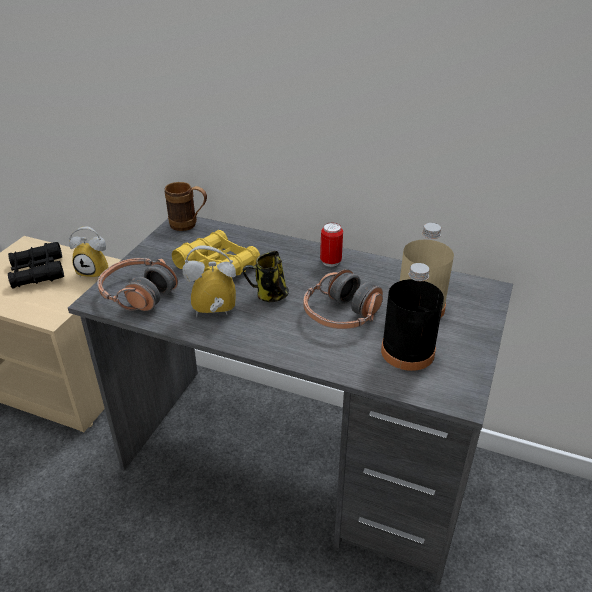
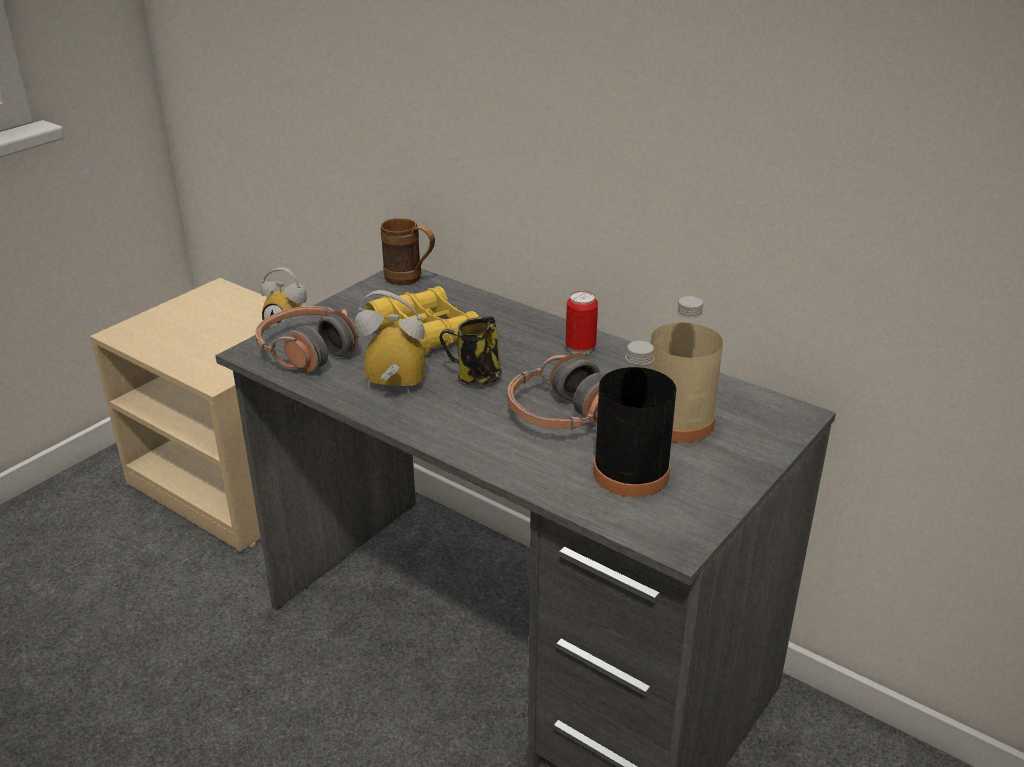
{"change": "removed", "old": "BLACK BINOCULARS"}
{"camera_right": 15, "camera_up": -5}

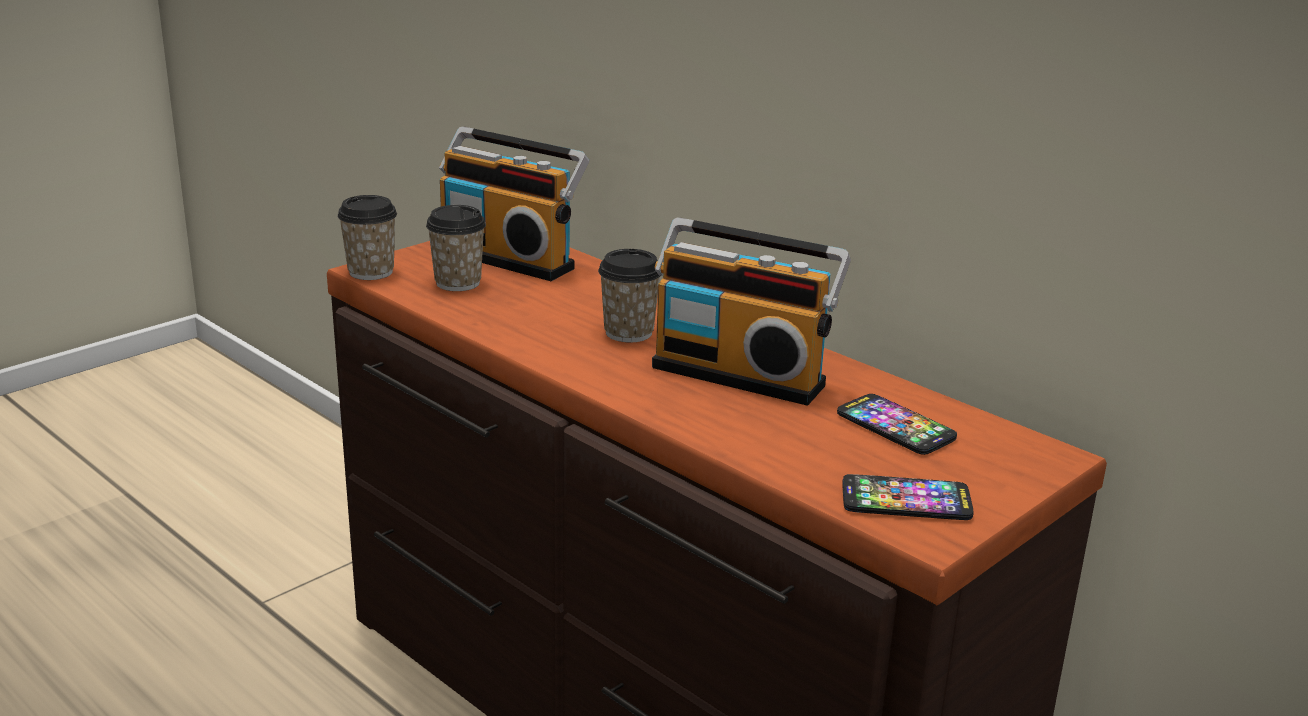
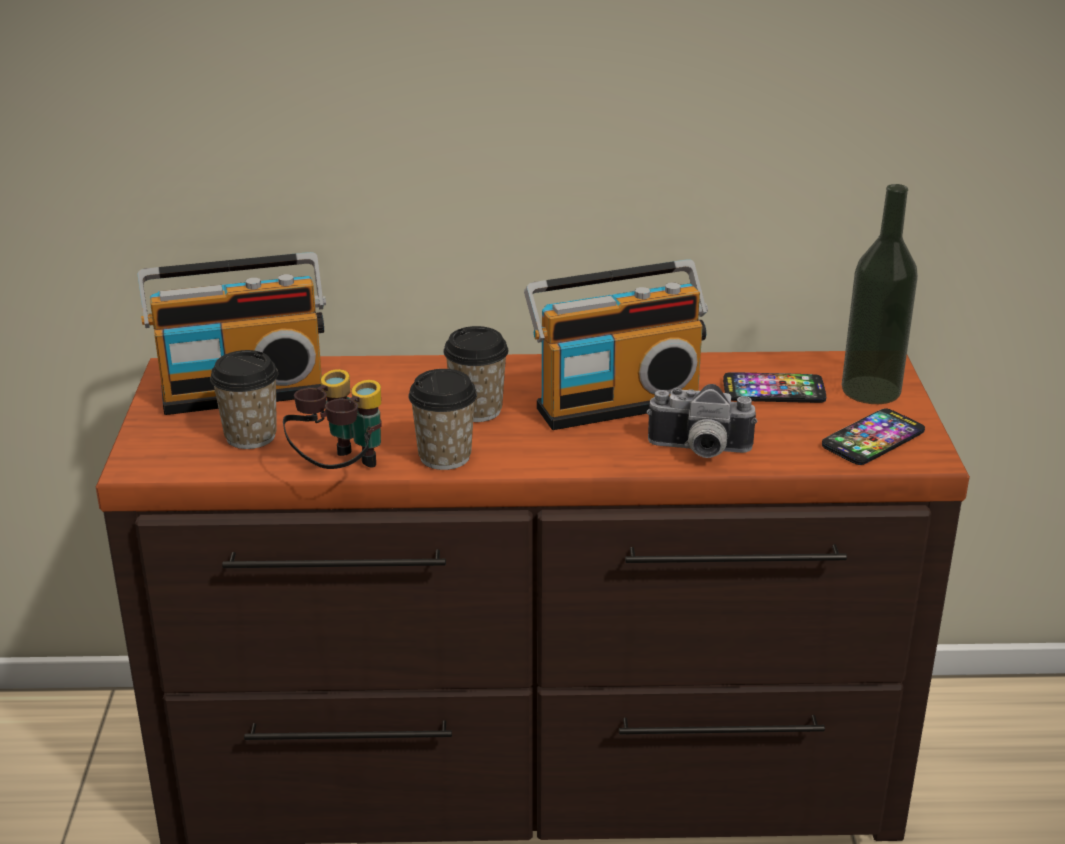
{"change": "moved", "old": "CUP (1st from left in the first image)", "new": "CUP (2nd from left)"}
{"change": "added", "new": "BOTTLE"}
{"change": "added", "new": "BINOCULARS"}
{"change": "added", "new": "PHOTO CAMERA"}
{"camera_right": -45, "camera_up": 5}

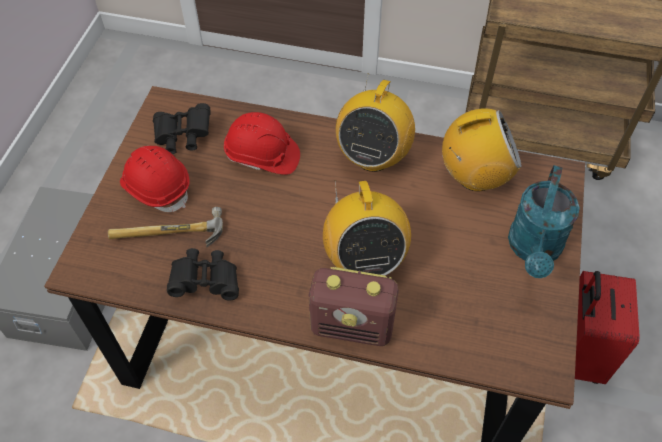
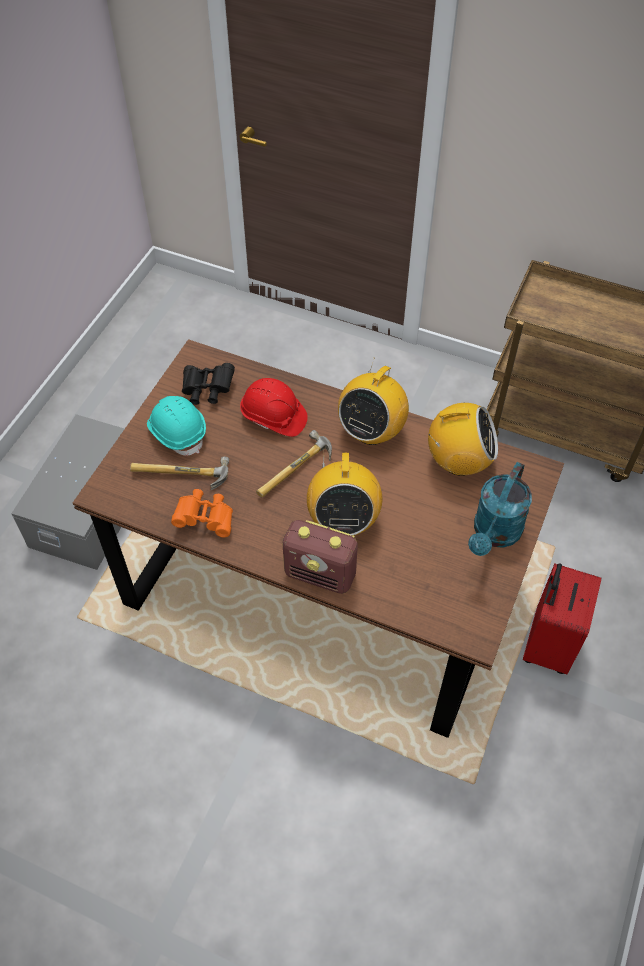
{"change": "recoloured", "old": "RED HARD HAT (1st from left)", "new": "TURQUOISE HARD HAT"}
{"change": "recoloured", "old": "BLACK BINOCULARS (2nd from left)", "new": "ORANGE BINOCULARS"}
{"change": "added", "new": "HAMMER (2nd from left)"}
{"camera_right": 10, "camera_up": 0}

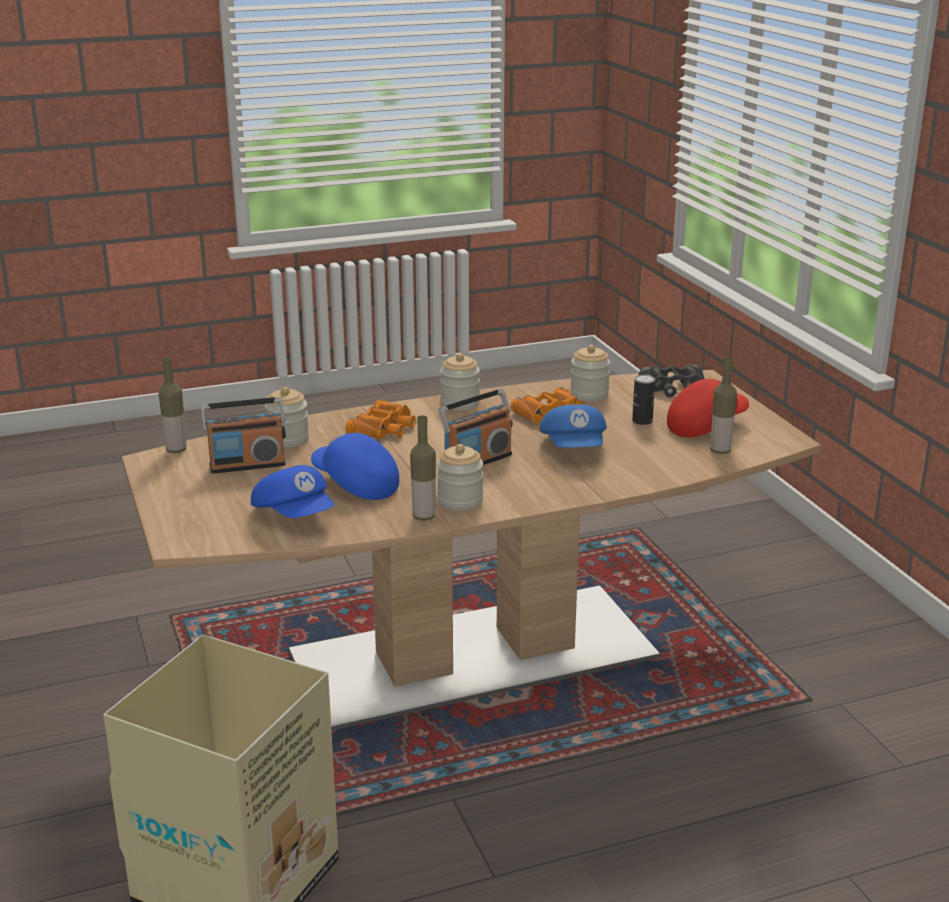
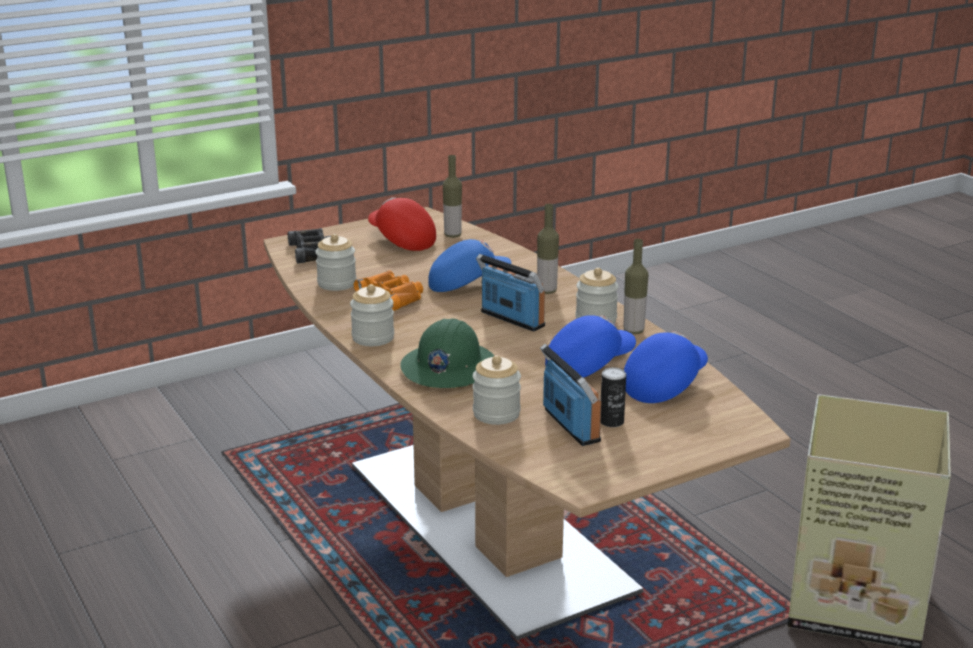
{"change": "moved", "old": "BOTTLE (1st from left in the first image)", "new": "BOTTLE (2nd from left)"}
{"change": "moved", "old": "CAN"}
{"change": "replaced", "old": "ORANGE BINOCULARS (1st from left)", "new": "GREEN HARD HAT"}
{"change": "turned", "old": "BLUE CAP (2nd from left)", "degrees": -150}
{"camera_right": -100, "camera_up": 0}

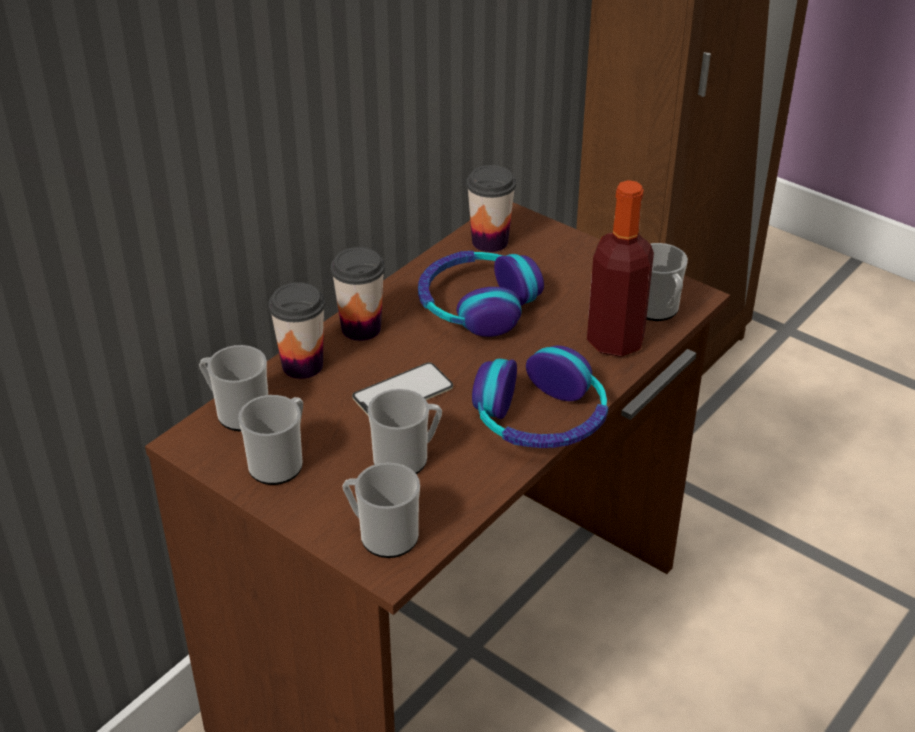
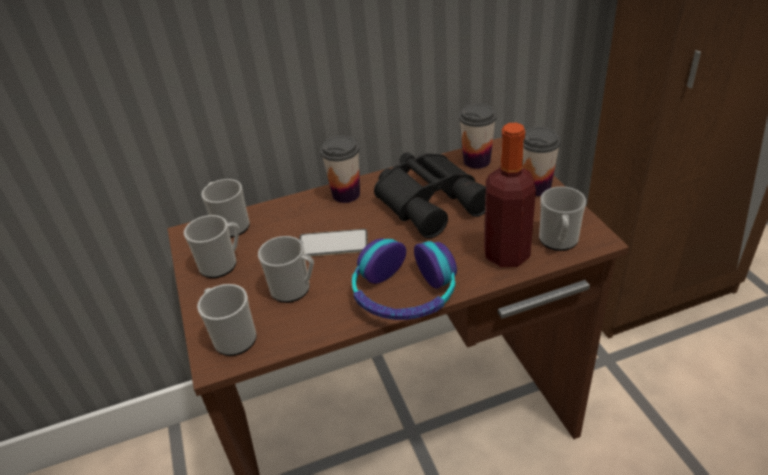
{"change": "replaced", "old": "HEADPHONES (1st from left)", "new": "BLACK BINOCULARS"}
{"change": "moved", "old": "CUP (1st from left in the first image)", "new": "CUP (3rd from left)"}
{"camera_right": 35, "camera_up": 0}

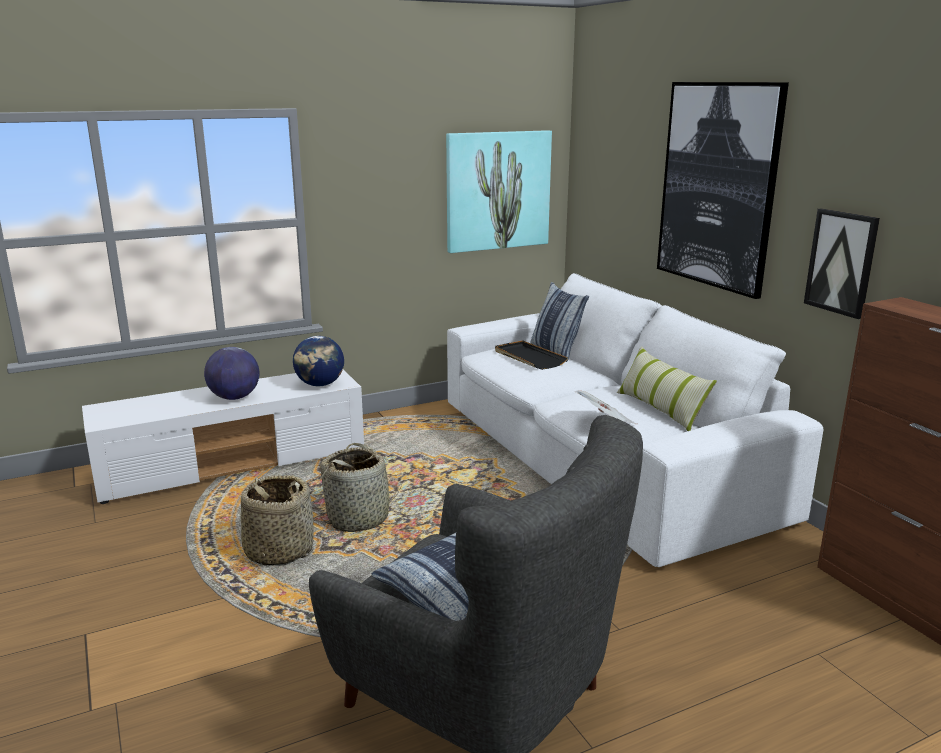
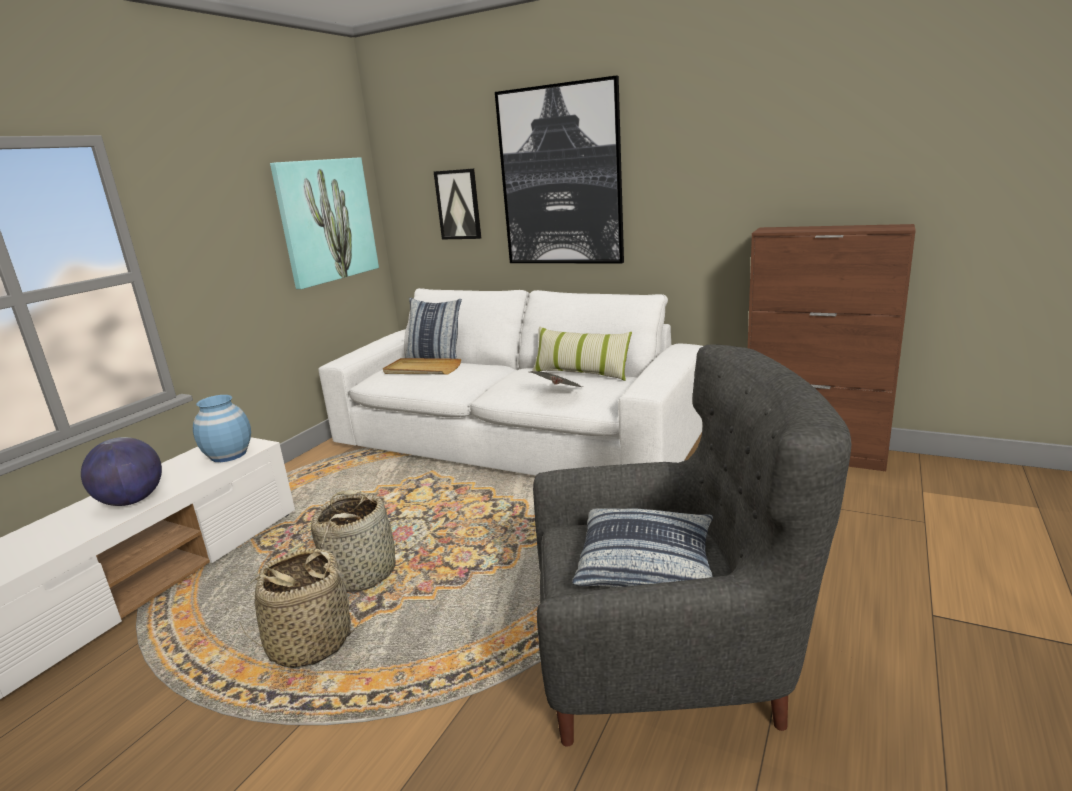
{"change": "moved", "old": "PICTURE (3rd from left in the first image)", "new": "PICTURE (2nd from left)"}
{"change": "replaced", "old": "GLOBE (2nd from left)", "new": "BLUE VASE"}
{"change": "recoloured", "old": "BLACK TRAY", "new": "BEIGE TRAY"}
{"camera_right": -35, "camera_up": 0}

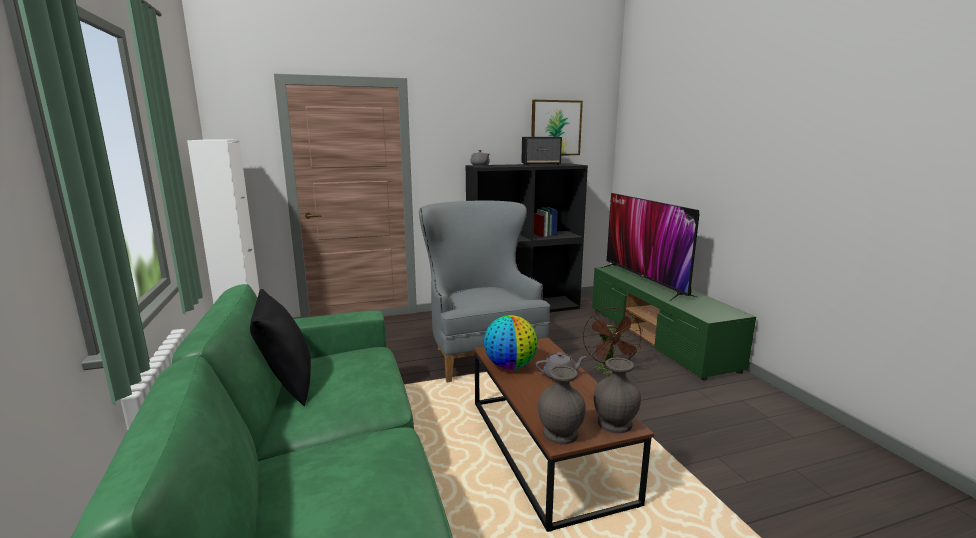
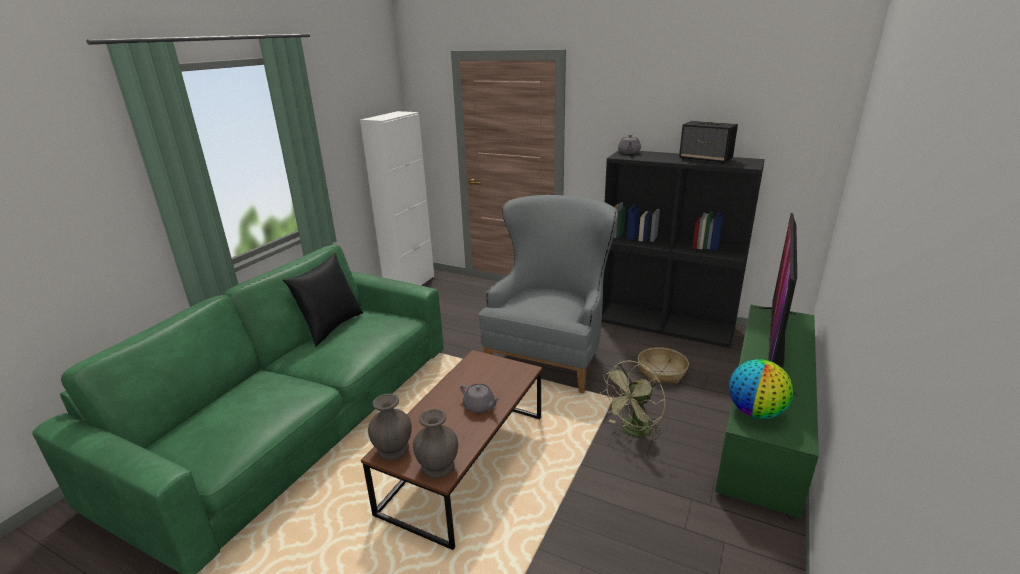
{"change": "removed", "old": "PICTURE"}
{"change": "recoloured", "old": "BROWN FAN", "new": "GREEN FAN"}
{"change": "moved", "old": "GLOBE"}
{"change": "added", "new": "BASKET"}
{"camera_right": 45, "camera_up": 10}

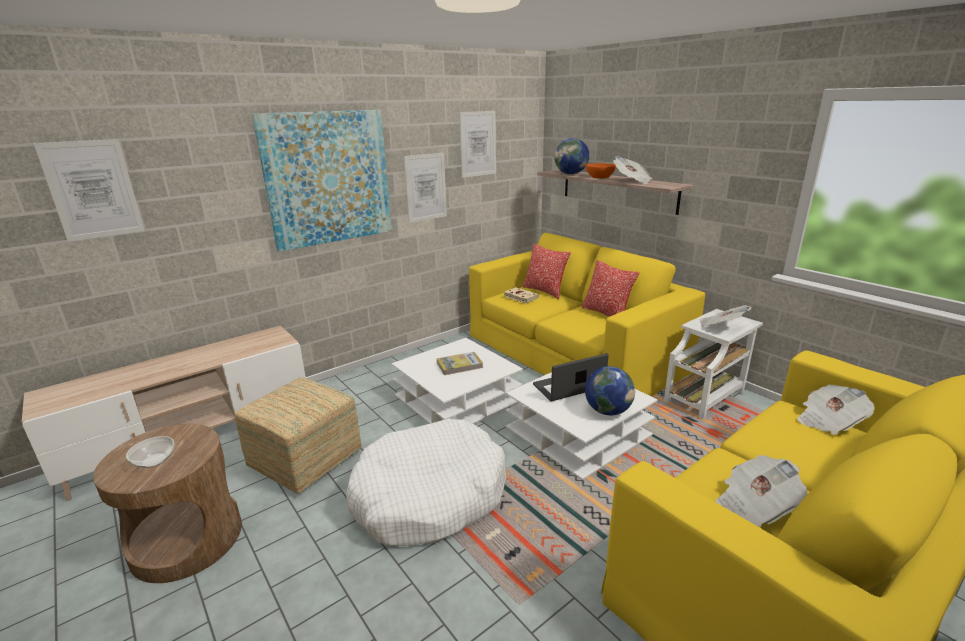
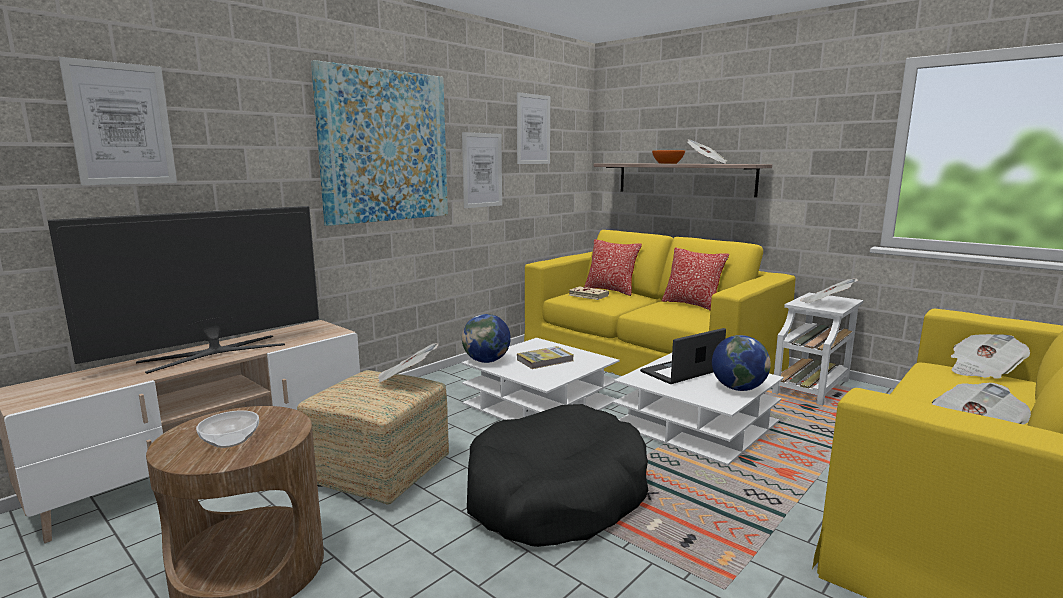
{"change": "moved", "old": "GLOBE (1st from left)"}
{"change": "recoloured", "old": "WHITE DOG BED", "new": "BLACK DOG BED"}
{"change": "added", "new": "TELEVISION"}
{"change": "added", "new": "NEWSPAPER (1st from left)"}
{"camera_right": -10, "camera_up": -10}

